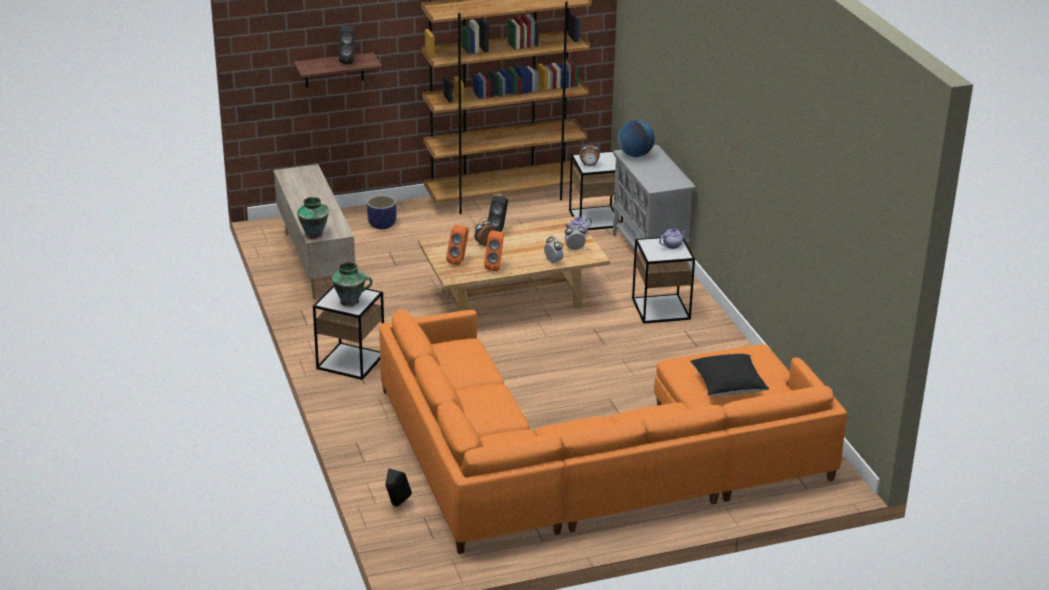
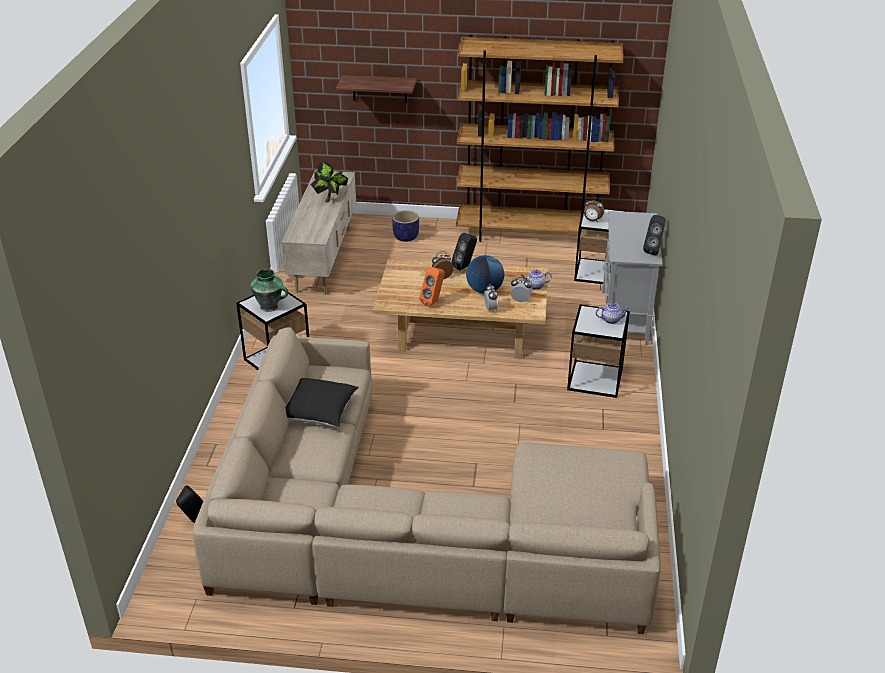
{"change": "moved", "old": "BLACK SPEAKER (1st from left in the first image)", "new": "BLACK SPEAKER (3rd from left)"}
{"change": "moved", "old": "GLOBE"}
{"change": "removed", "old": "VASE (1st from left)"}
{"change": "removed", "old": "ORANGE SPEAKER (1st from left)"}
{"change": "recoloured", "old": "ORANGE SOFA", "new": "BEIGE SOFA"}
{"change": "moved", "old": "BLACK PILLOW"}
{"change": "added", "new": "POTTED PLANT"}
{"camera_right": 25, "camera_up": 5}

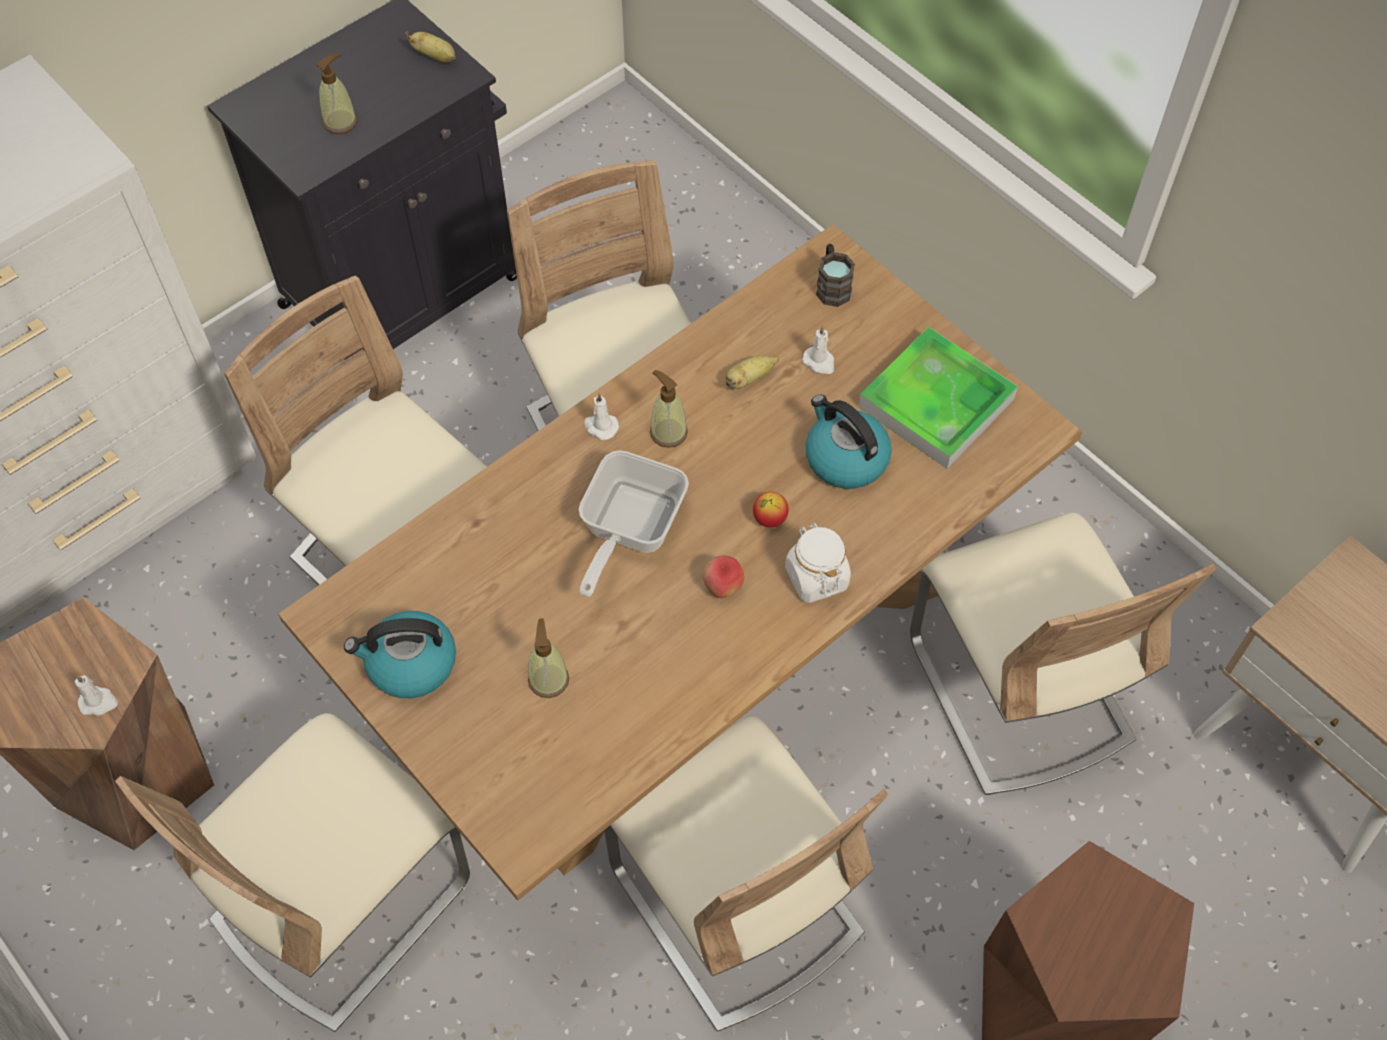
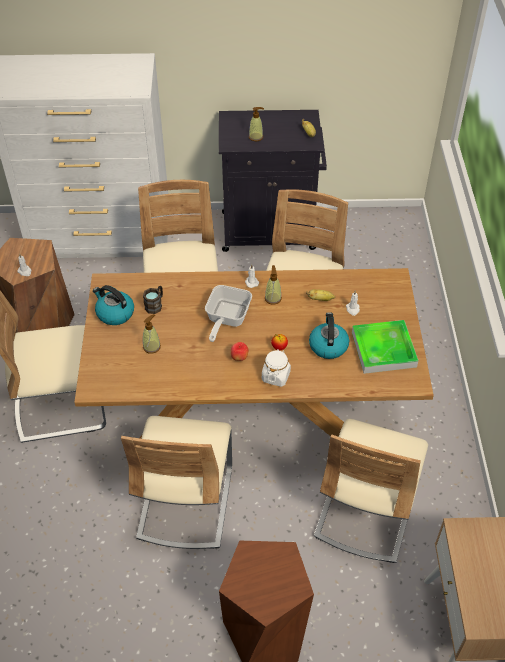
{"change": "moved", "old": "BROWN MUG"}
{"change": "turned", "old": "FRYING PAN", "degrees": -45}
{"camera_right": 40, "camera_up": -10}

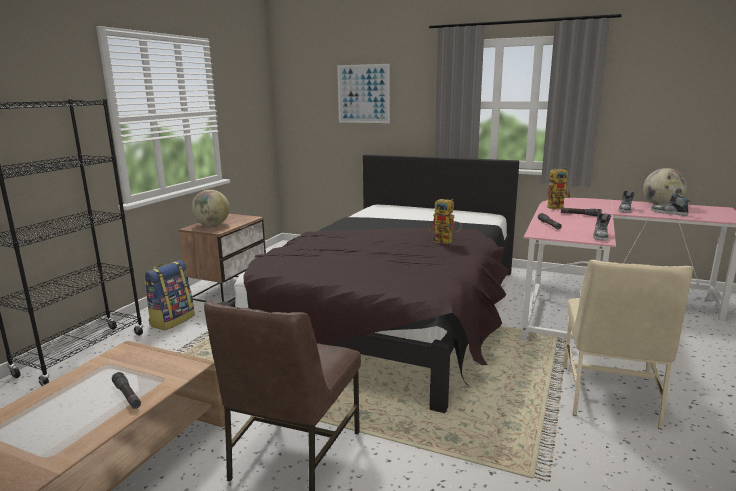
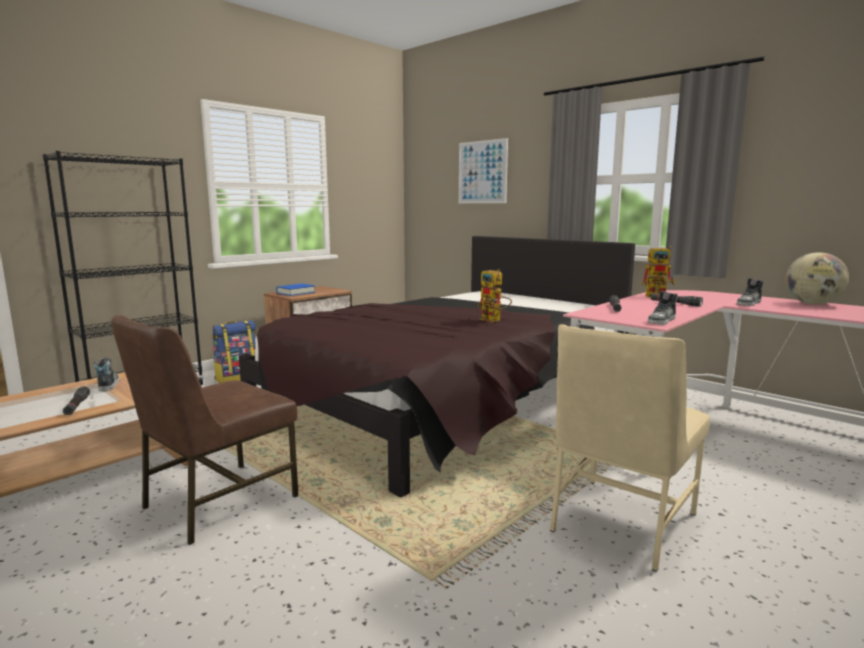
{"change": "replaced", "old": "GLOBE (1st from left)", "new": "BLUE BOOK"}
{"change": "moved", "old": "SHOE (3rd from left in the first image)", "new": "SHOE (1st from left)"}
{"camera_right": 20, "camera_up": -5}

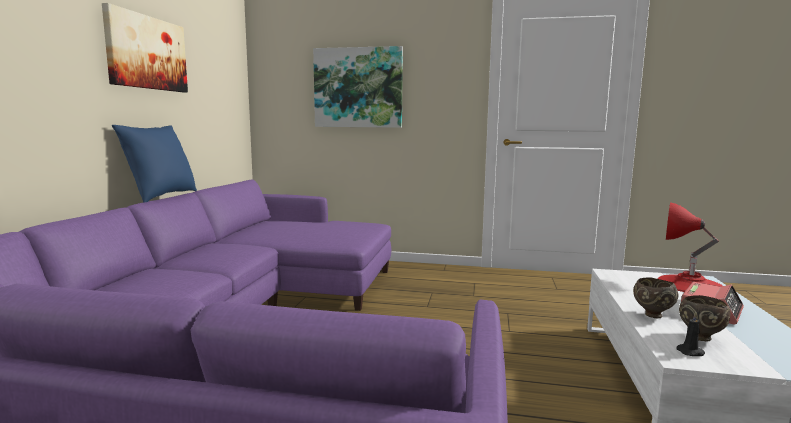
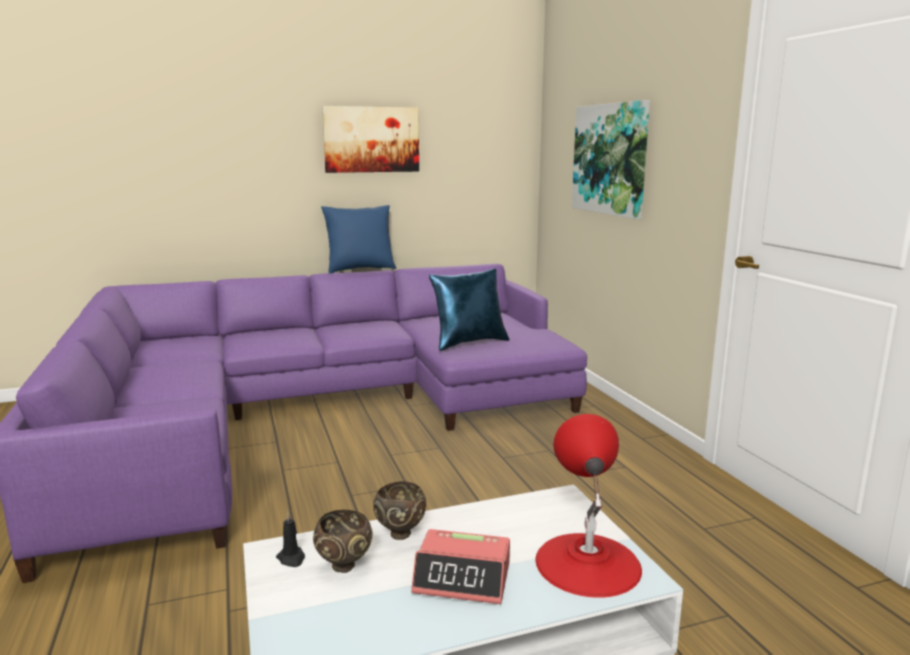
{"change": "added", "new": "BLUE PILLOW (2nd from left)"}
{"camera_right": 60, "camera_up": 5}

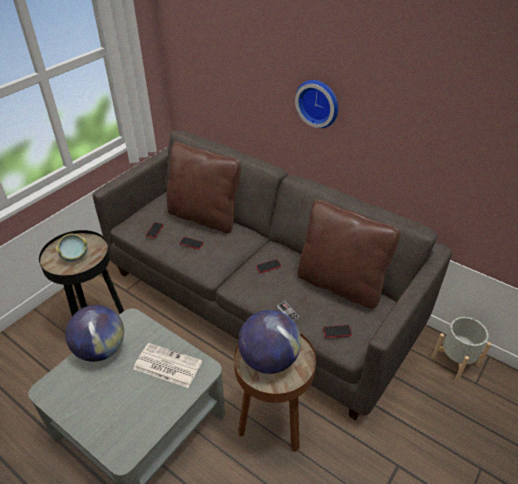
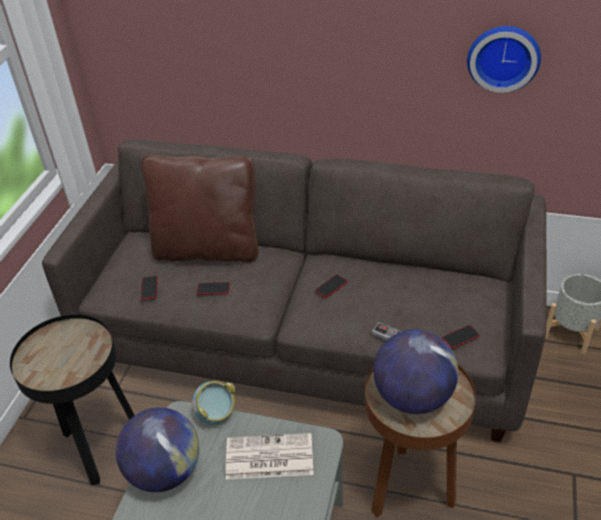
{"change": "moved", "old": "WALL CLOCK"}
{"change": "removed", "old": "BROWN PILLOW (2nd from left)"}
{"change": "moved", "old": "BOWL"}
{"camera_right": -20, "camera_up": 0}

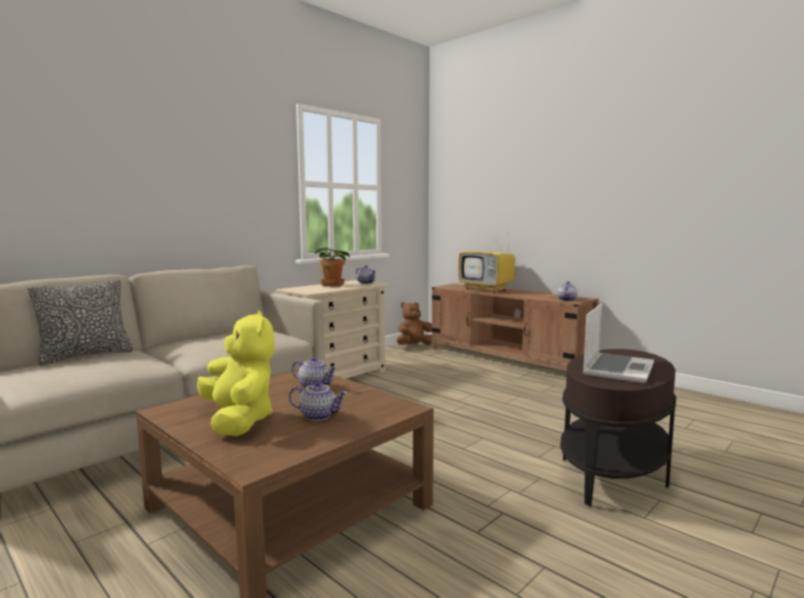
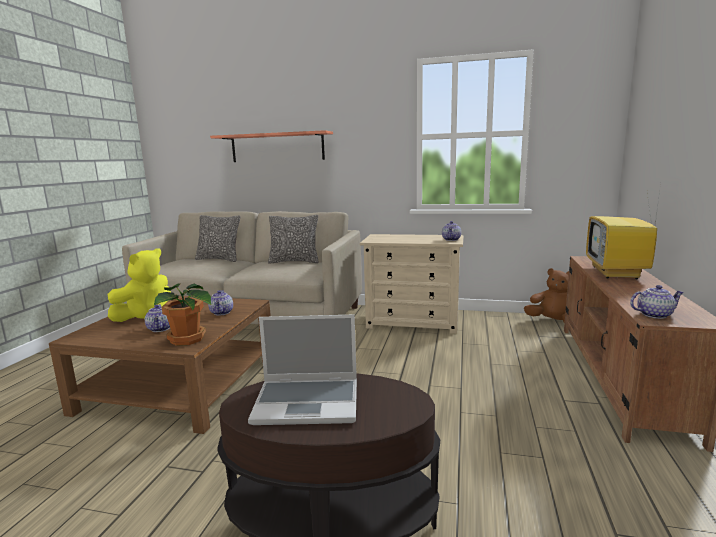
{"change": "moved", "old": "POTTED PLANT"}
{"change": "added", "new": "SHELF"}
{"change": "added", "new": "PILLOW (2nd from left)"}
{"camera_right": 60, "camera_up": 5}

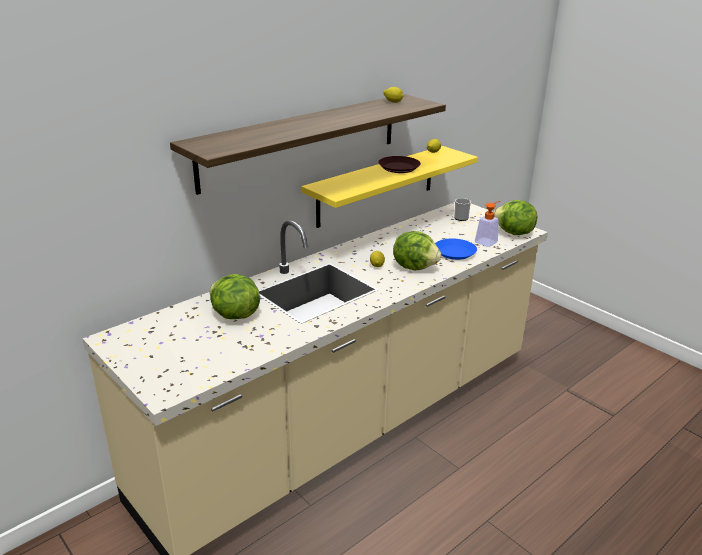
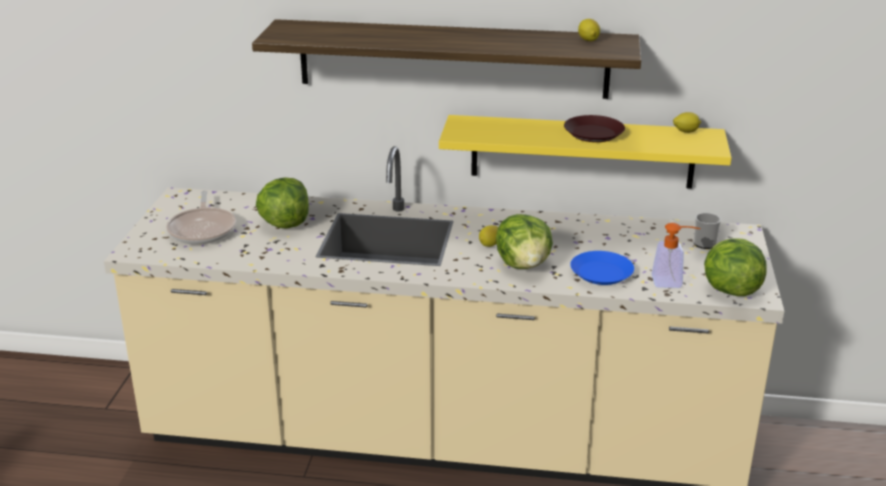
{"change": "added", "new": "FRYING PAN"}
{"camera_right": 50, "camera_up": 0}

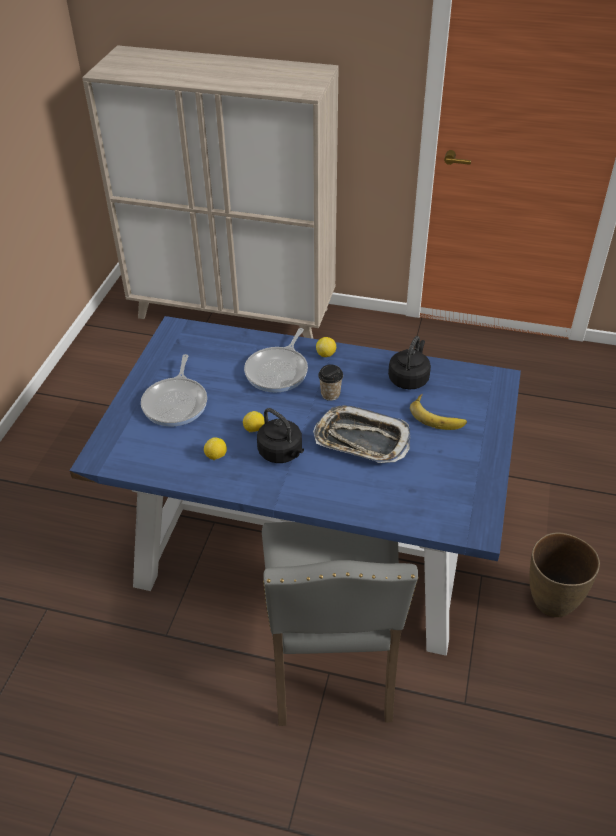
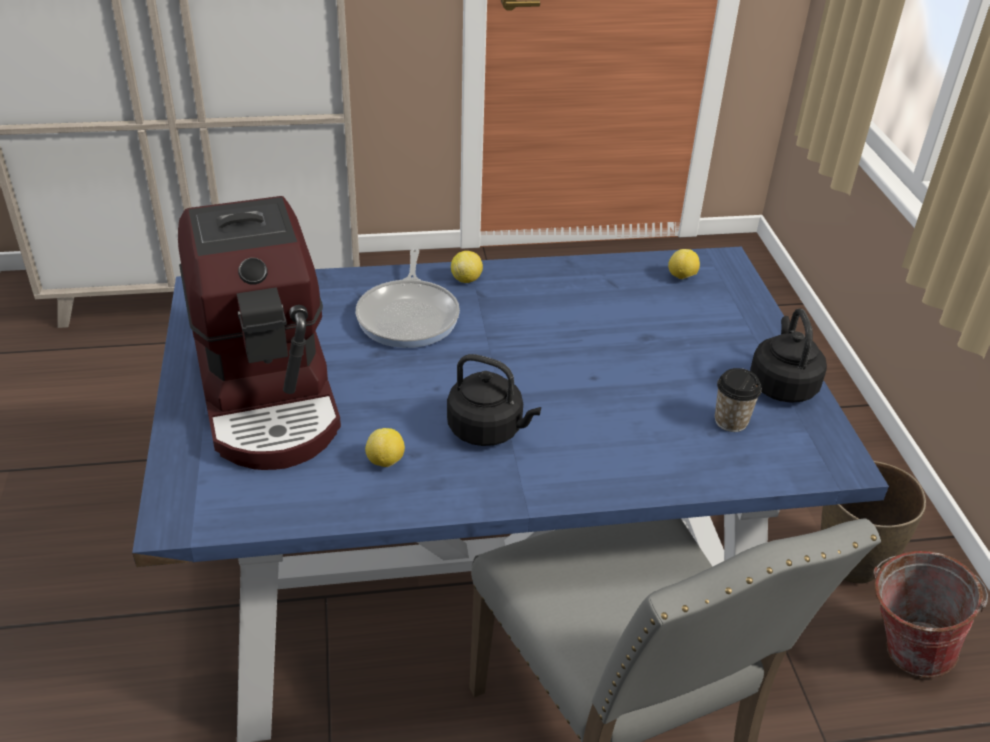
{"change": "moved", "old": "BLACK KETTLE (2nd from left)"}
{"change": "replaced", "old": "FRYING PAN (1st from left)", "new": "COFFEE MACHINE"}
{"change": "moved", "old": "CUP"}
{"change": "removed", "old": "BANANA"}
{"change": "removed", "old": "TRAY"}
{"change": "moved", "old": "LEMON (2nd from left in the first image)", "new": "LEMON (3rd from left)"}
{"change": "added", "new": "BUCKET"}
{"camera_right": -25, "camera_up": -5}

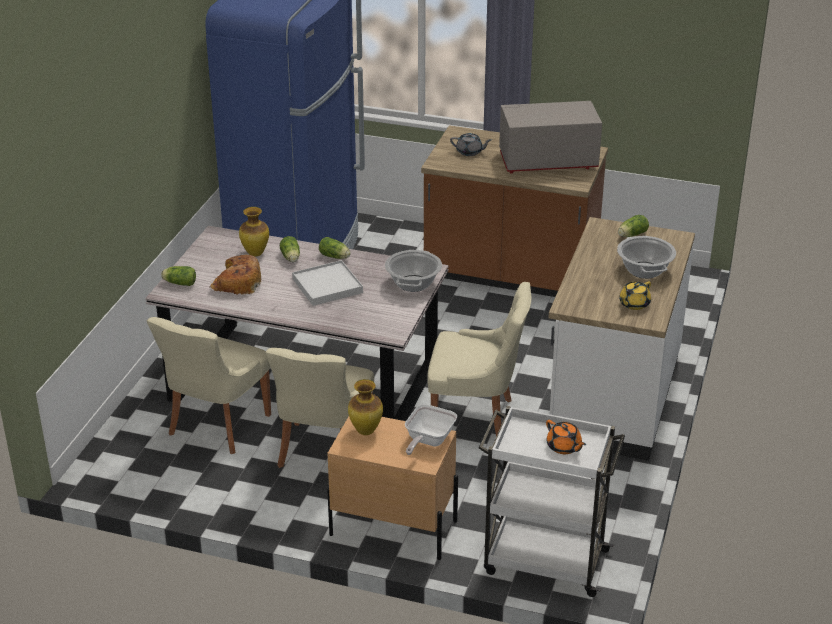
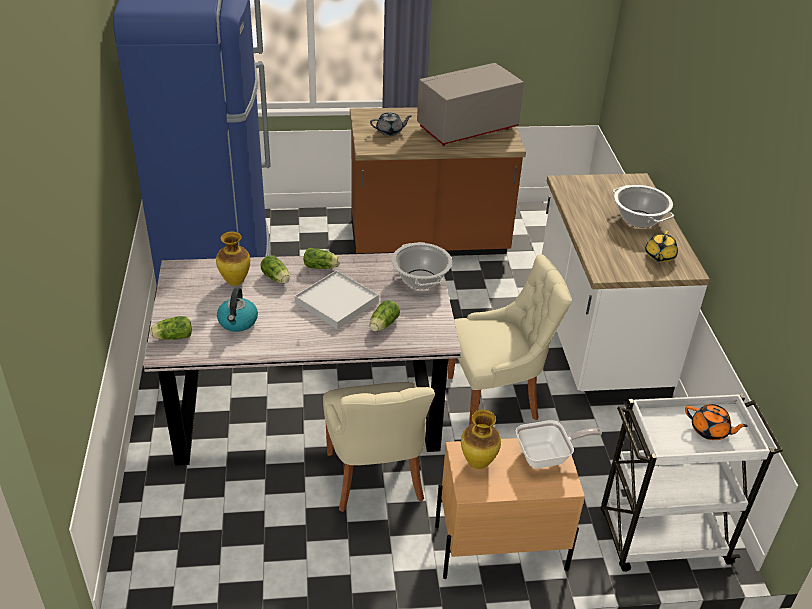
{"change": "moved", "old": "LETTUCE (4th from left)"}
{"change": "replaced", "old": "BREAD", "new": "KETTLE"}
{"change": "removed", "old": "BEIGE CHAIR (1st from left)"}
{"change": "turned", "old": "FRYING PAN", "degrees": -105}
{"camera_right": -25, "camera_up": 5}

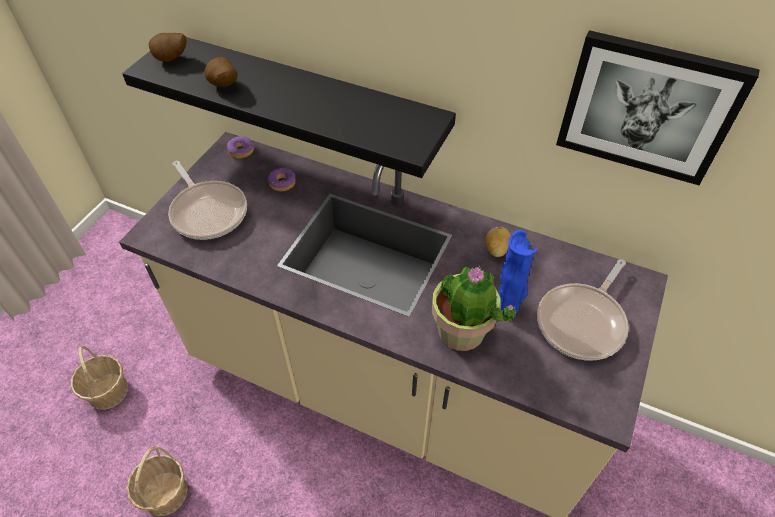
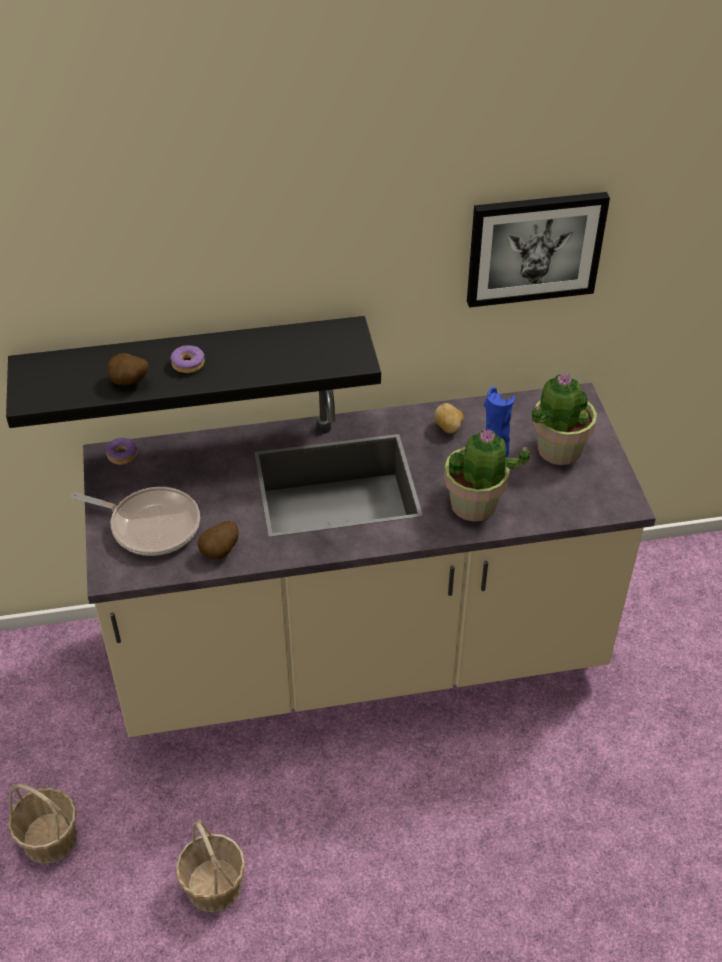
{"change": "moved", "old": "POTATO (1st from left in the first image)", "new": "POTATO (2nd from left)"}
{"change": "moved", "old": "DONUT (2nd from left)"}
{"change": "replaced", "old": "FRYING PAN (2nd from left)", "new": "POTTED PLANT (2nd from left)"}
{"camera_right": -35, "camera_up": -5}

